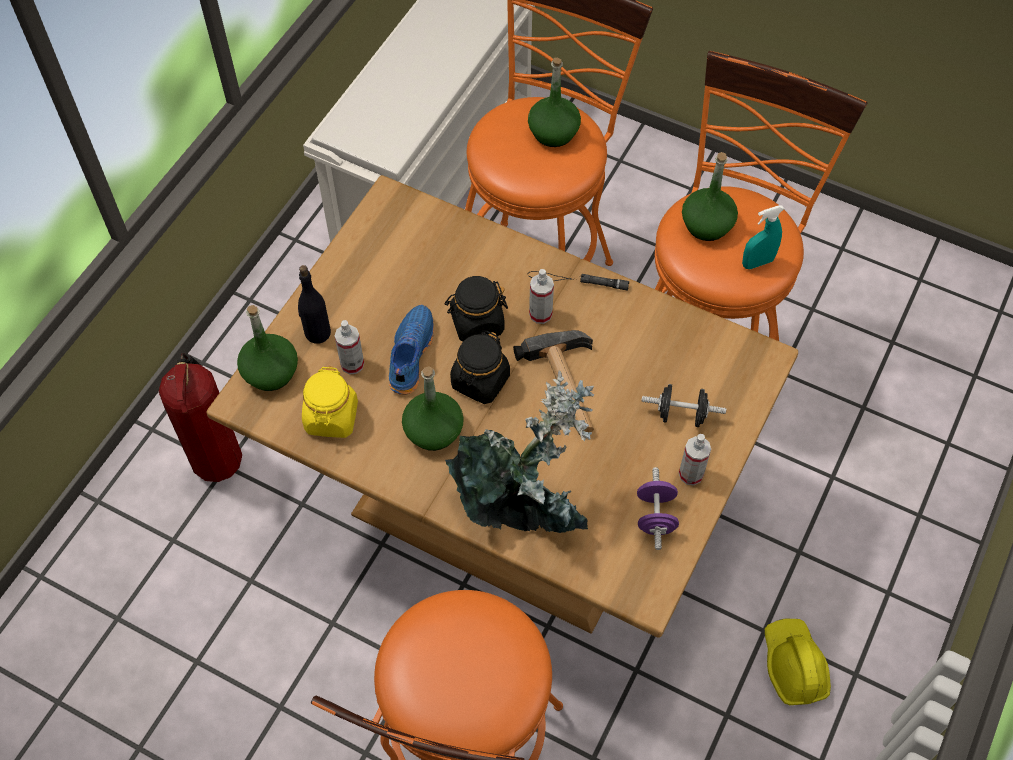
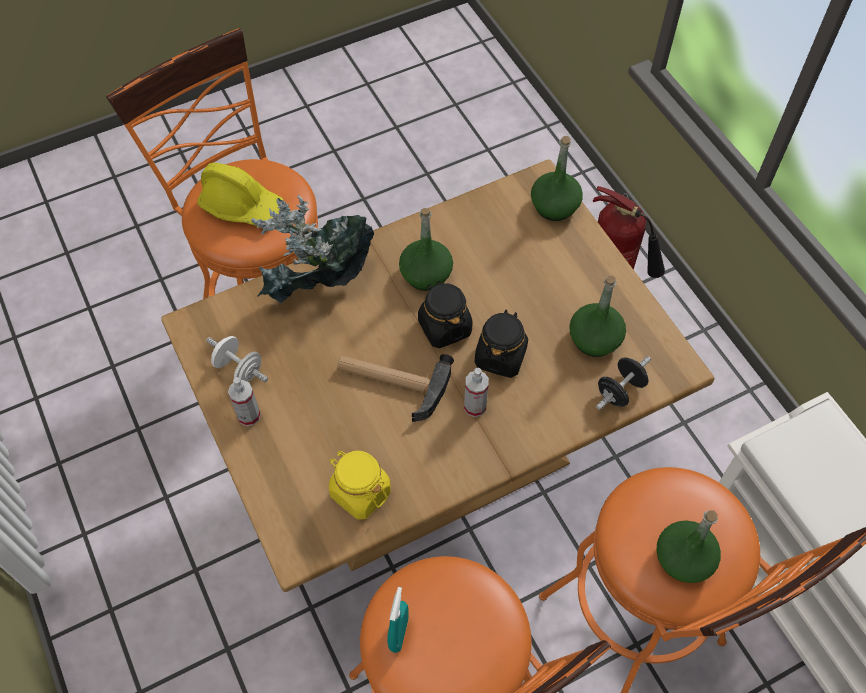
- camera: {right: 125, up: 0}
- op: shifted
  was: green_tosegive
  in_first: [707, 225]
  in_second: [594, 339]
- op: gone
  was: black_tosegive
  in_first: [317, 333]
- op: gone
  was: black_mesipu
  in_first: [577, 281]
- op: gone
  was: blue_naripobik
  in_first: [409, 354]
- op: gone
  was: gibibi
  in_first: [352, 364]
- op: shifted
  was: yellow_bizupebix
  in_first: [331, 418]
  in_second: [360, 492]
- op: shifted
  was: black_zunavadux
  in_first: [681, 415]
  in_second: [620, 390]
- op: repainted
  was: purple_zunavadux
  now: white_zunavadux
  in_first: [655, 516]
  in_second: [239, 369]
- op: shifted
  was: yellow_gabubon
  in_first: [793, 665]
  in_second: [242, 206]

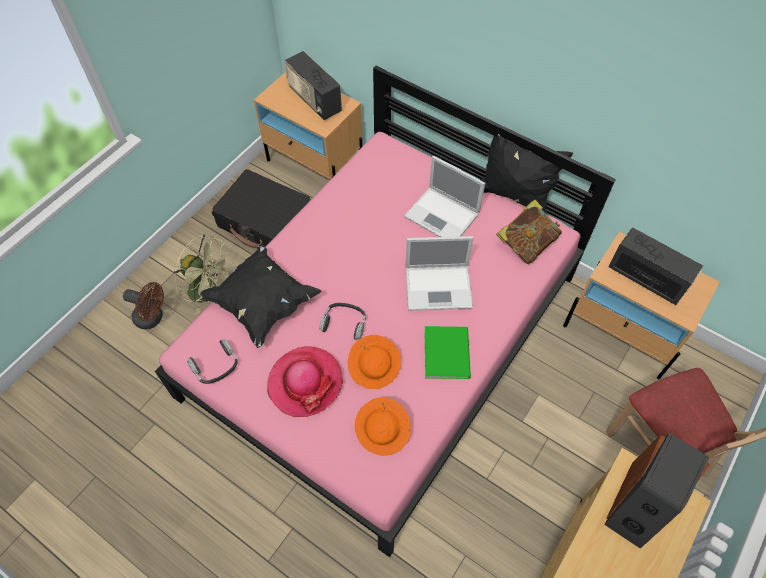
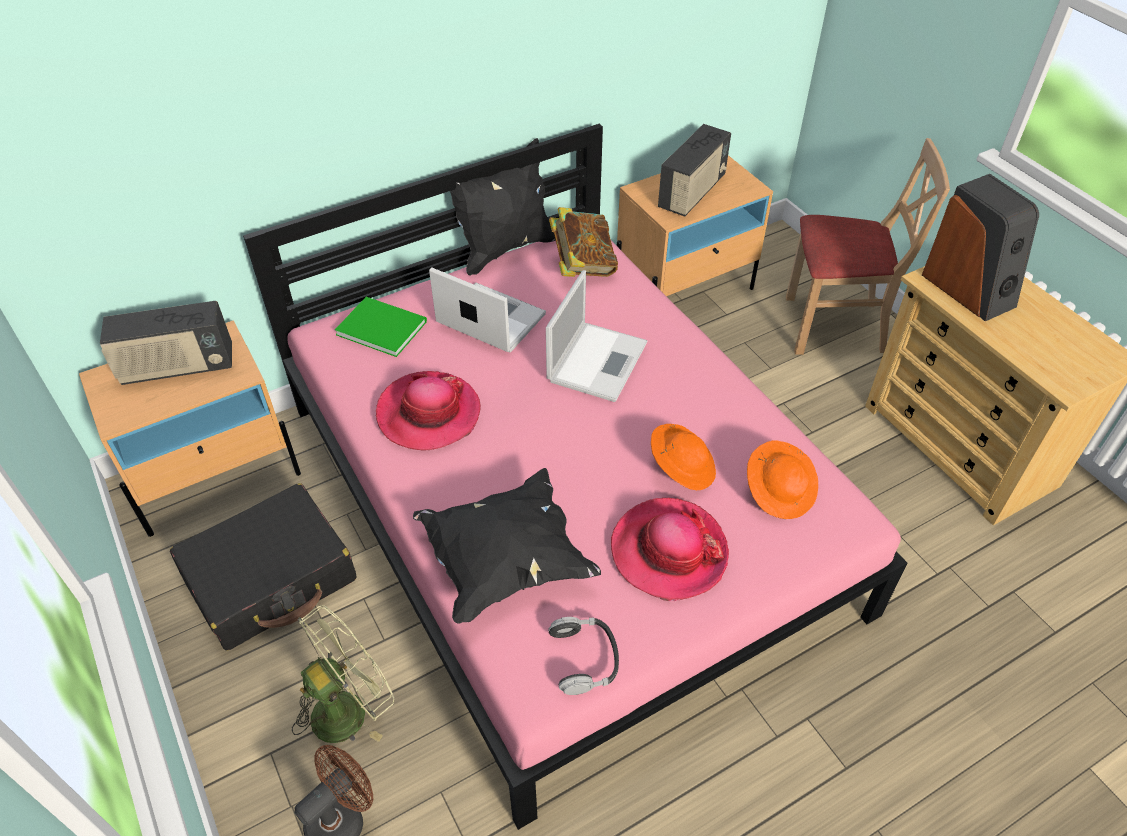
- camera: {right: -65, up: -10}
- op: rotated
  was: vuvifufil
  in_first: [443, 216]
  in_second: [489, 318]
  clockwise: -120
- op: rotated
  was: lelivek
  in_first: [647, 278]
  in_second: [692, 193]
  clockwise: 150
- op: gone
  was: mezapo
  in_first: [344, 323]
- op: shifted
  was: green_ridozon
  in_first: [448, 351]
  in_second: [380, 326]
- op: new
  now: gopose
  in_second: [428, 413]

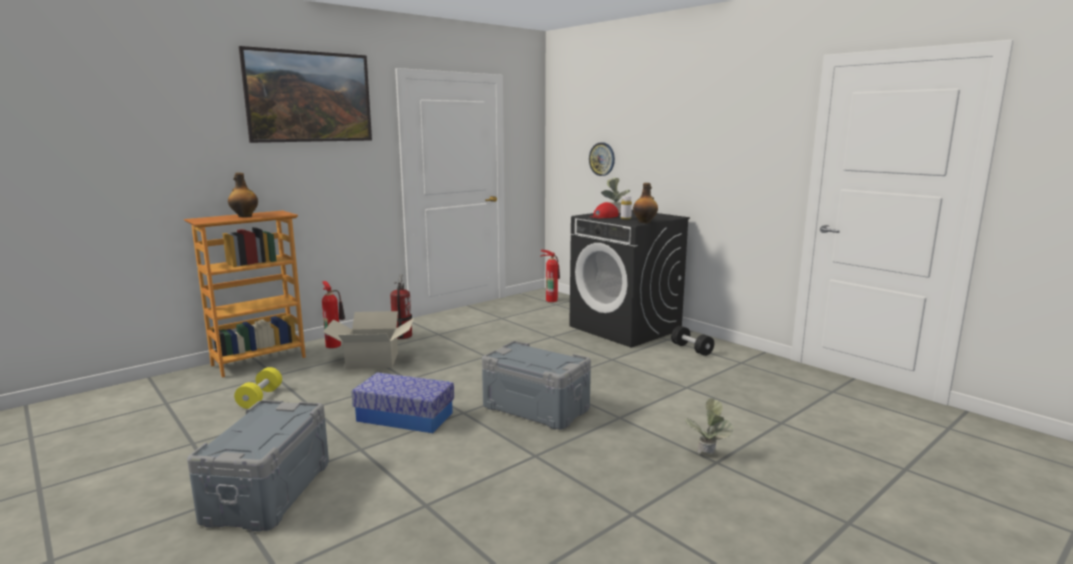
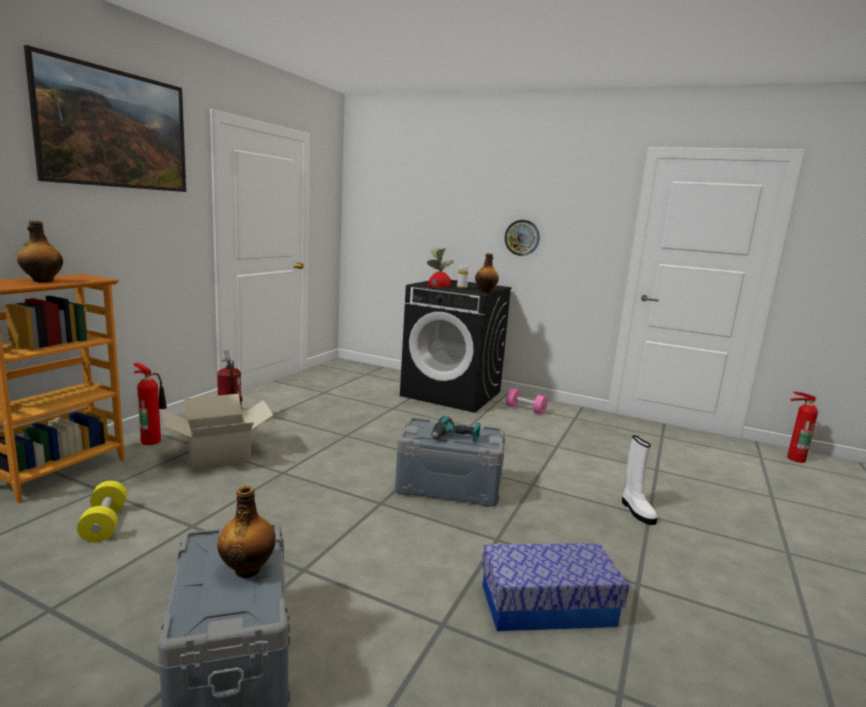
- camera: {right: -25, up: 0}
- op: shifted
  was: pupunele
  in_first: [602, 159]
  in_second: [522, 237]
- op: shifted
  was: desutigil
  in_first: [551, 300]
  in_second: [793, 458]
- op: repainted
  was: black_zunavadux
  now: pink_zunavadux
  in_first: [691, 349]
  in_second: [525, 409]
- op: shifted
  was: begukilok
  in_first: [404, 417]
  in_second: [547, 605]
- op: swapped
  was: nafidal
  now: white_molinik
  in_first: [707, 456]
  in_second: [636, 511]
- op: new
  now: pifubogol
  in_second: [455, 438]
- op: new
  now: tosegive
  in_second: [248, 569]

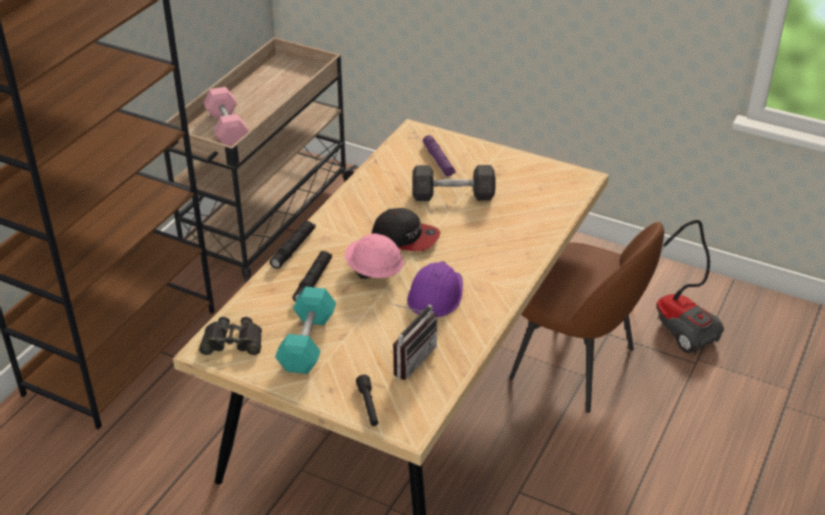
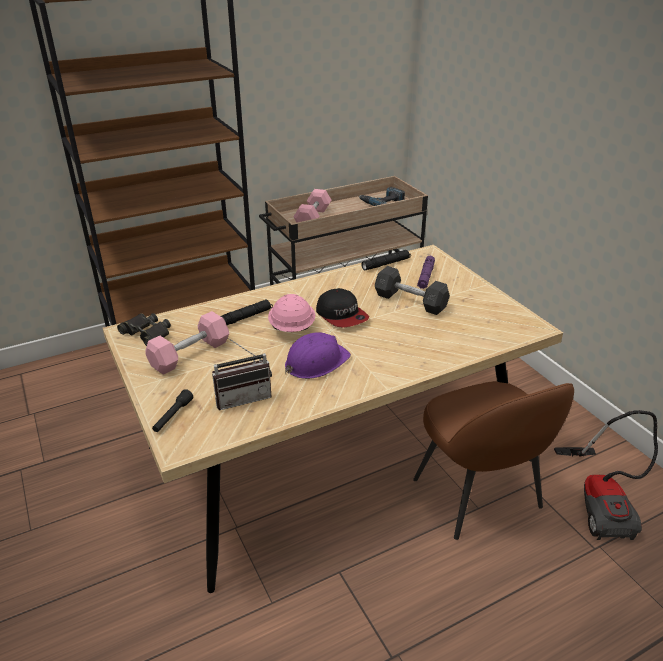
- camera: {right: 35, up: -5}
- op: shifted
  was: black_mesipu
  in_first: [293, 248]
  in_second: [386, 264]
- op: repainted
  was: turquoise_zunavadux
  now: pink_zunavadux
  in_first: [307, 342]
  in_second: [190, 354]
- op: new
  now: pifubogol
  in_second: [382, 201]

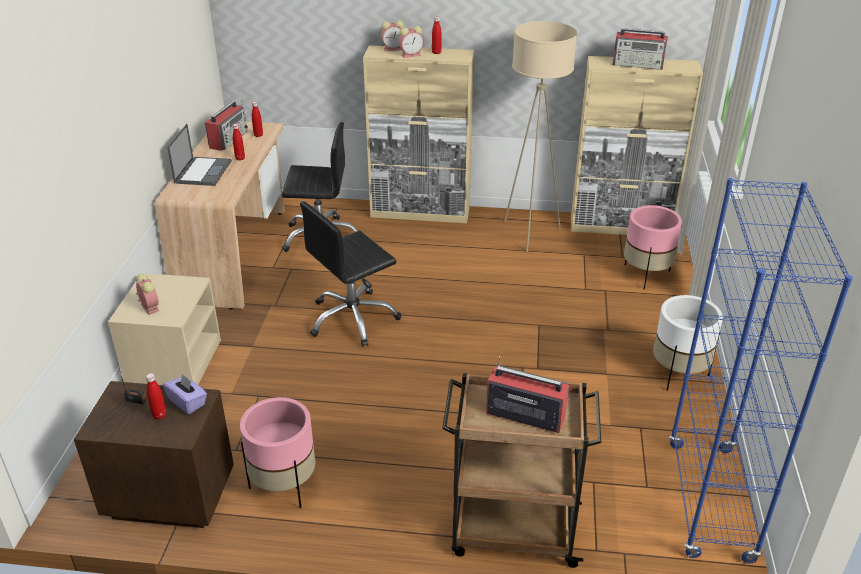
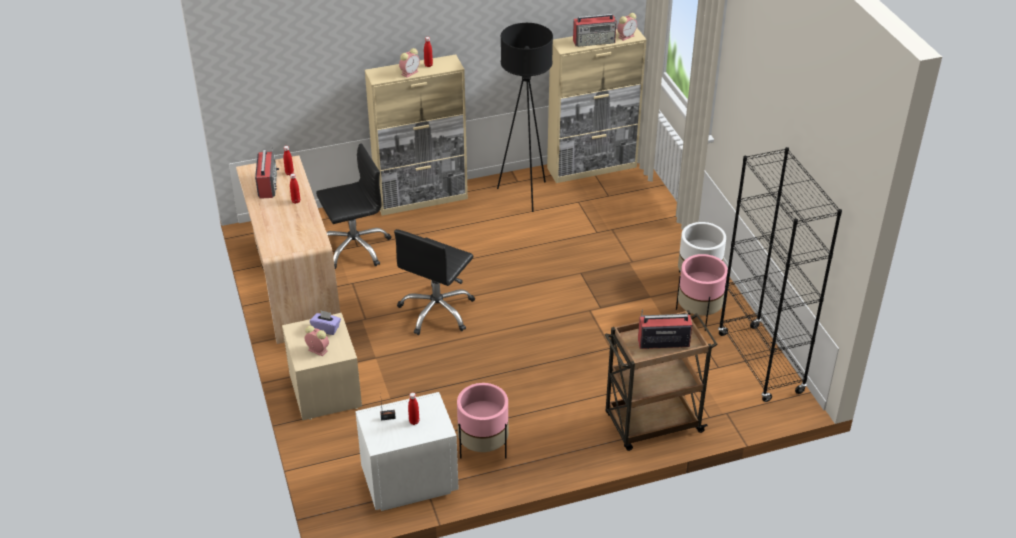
- camera: {right: -25, up: 5}
- op: shifted
  was: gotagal
  in_first: [393, 49]
  in_second: [626, 36]
- op: repainted
  was: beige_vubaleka
  now: black_vubaleka
  in_first: [530, 233]
  in_second: [525, 194]
- op: gone
  was: vuvifufil
  in_first: [203, 171]
- op: repainted
  was: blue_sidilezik
  now: black_sidilezik
  in_first: [709, 501]
  in_second: [760, 363]
- op: shifted
  was: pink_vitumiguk
  in_first: [646, 275]
  in_second: [698, 315]
- op: shifted
  was: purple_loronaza
  in_first: [188, 402]
  in_second: [326, 328]
- op: repainted
  was: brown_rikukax
  now: white_rikukax
  in_first: [169, 495]
  in_second: [408, 482]

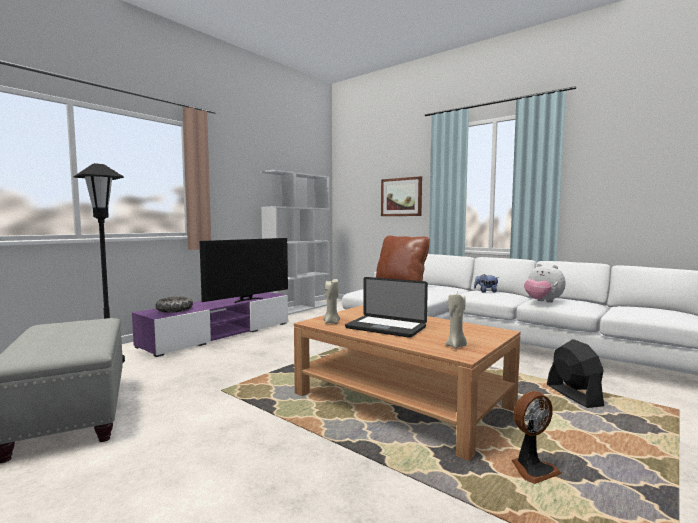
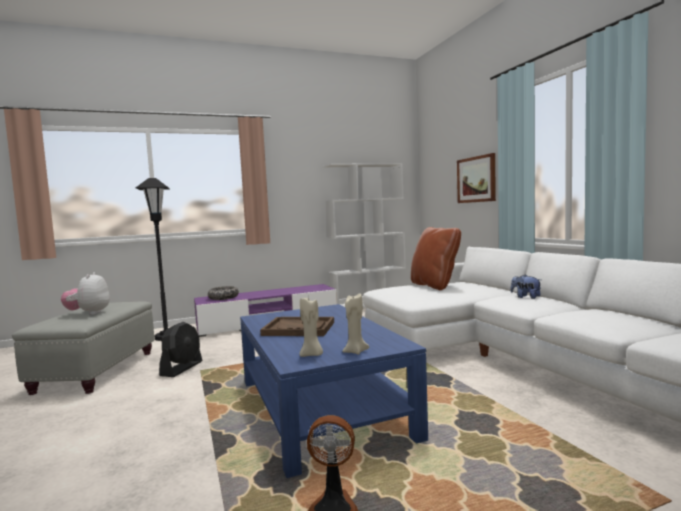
- camera: {right: 30, up: 0}
- op: gone
  was: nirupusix
  in_first: [247, 300]
- op: shifted
  was: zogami
  in_first: [542, 302]
  in_second: [89, 313]
- op: swapped
  was: vuvifufil
  now: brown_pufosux
  in_first: [385, 328]
  in_second: [299, 328]
- op: shifted
  was: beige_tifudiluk
  in_first: [331, 322]
  in_second: [355, 351]
- op: repainted
  was: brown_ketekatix
  now: blue_ketekatix
  in_first: [402, 401]
  in_second: [322, 408]
- op: shifted
  was: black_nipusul
  in_first: [573, 395]
  in_second: [182, 368]

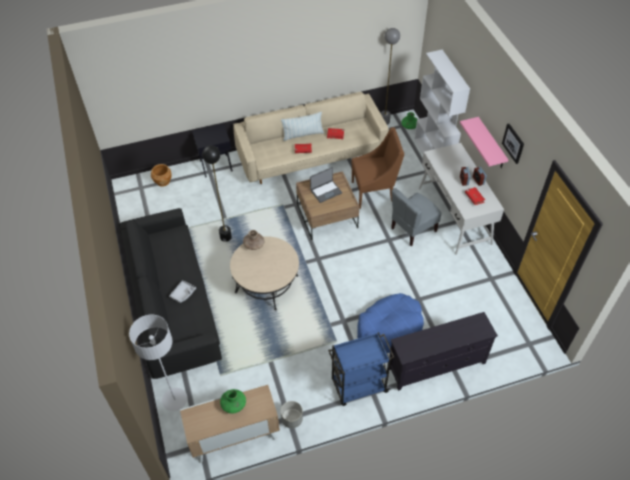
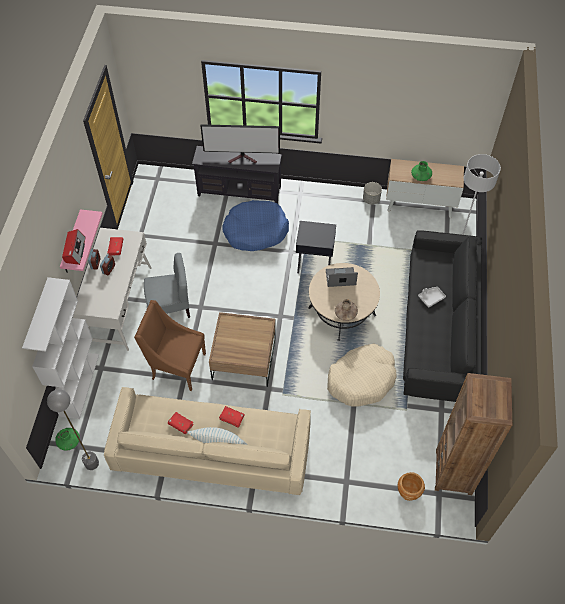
- camera: {right: -155, up: 5}
- op: shifted
  was: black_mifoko
  in_first: [216, 165]
  in_second: [314, 263]
- op: gone
  was: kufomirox
  in_first: [513, 143]
- op: swapped
  was: black_vubaleka
  now: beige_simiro
  in_first: [225, 237]
  in_second: [361, 379]
- op: shifted
  was: vuvifufil
  in_first: [326, 191]
  in_second: [340, 278]
- op: gone
  was: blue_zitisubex
  in_first: [358, 386]
- op: new
  now: nirupusix
  in_second: [243, 158]
- op: new
  now: lelivek
  in_second: [75, 250]
- op: new
  now: brown_sidilezik
  in_second: [453, 472]

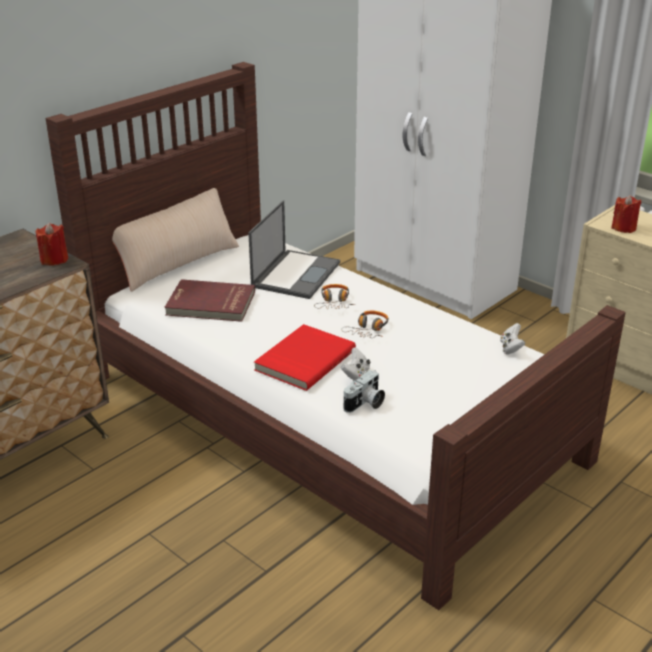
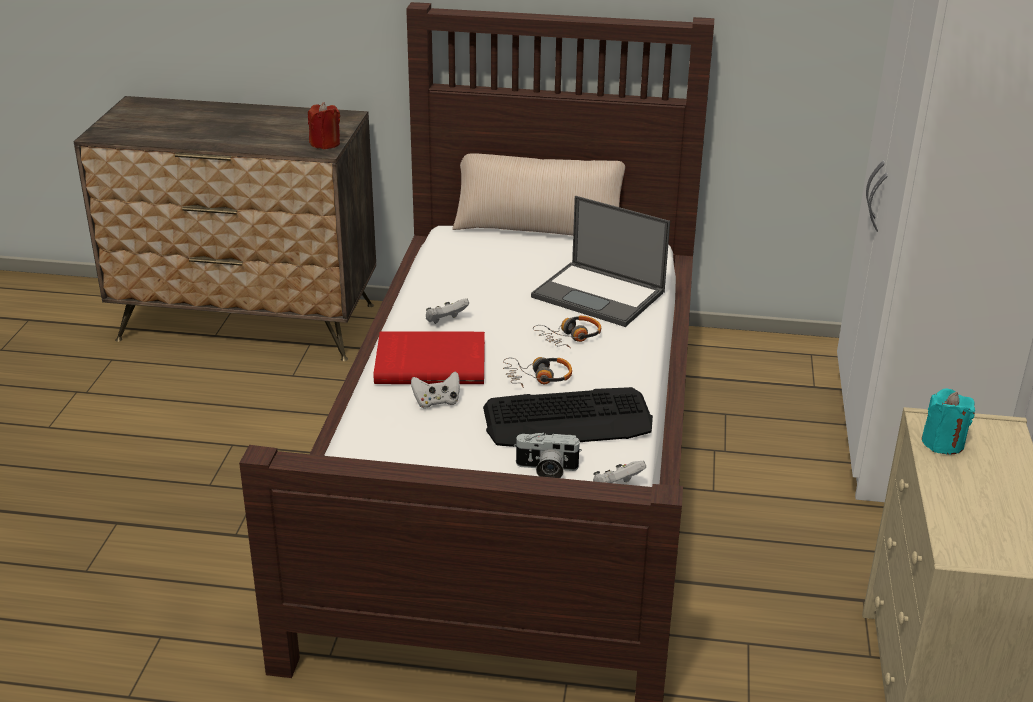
- camera: {right: 55, up: 0}
- op: repainted
  was: red_tifudiluk
  now: turquoise_tifudiluk
  in_first: [623, 228]
  in_second: [943, 443]
- op: rotated
  was: vuvifufil
  in_first: [296, 274]
  in_second: [600, 295]
  clockwise: 45
- op: gone
  was: red_ridozon
  in_first: [210, 304]
- op: shifted
  was: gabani
  in_first: [365, 404]
  in_second: [546, 470]
- op: new
  now: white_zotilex
  in_second: [445, 321]
- op: new
  now: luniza
  in_second: [568, 420]

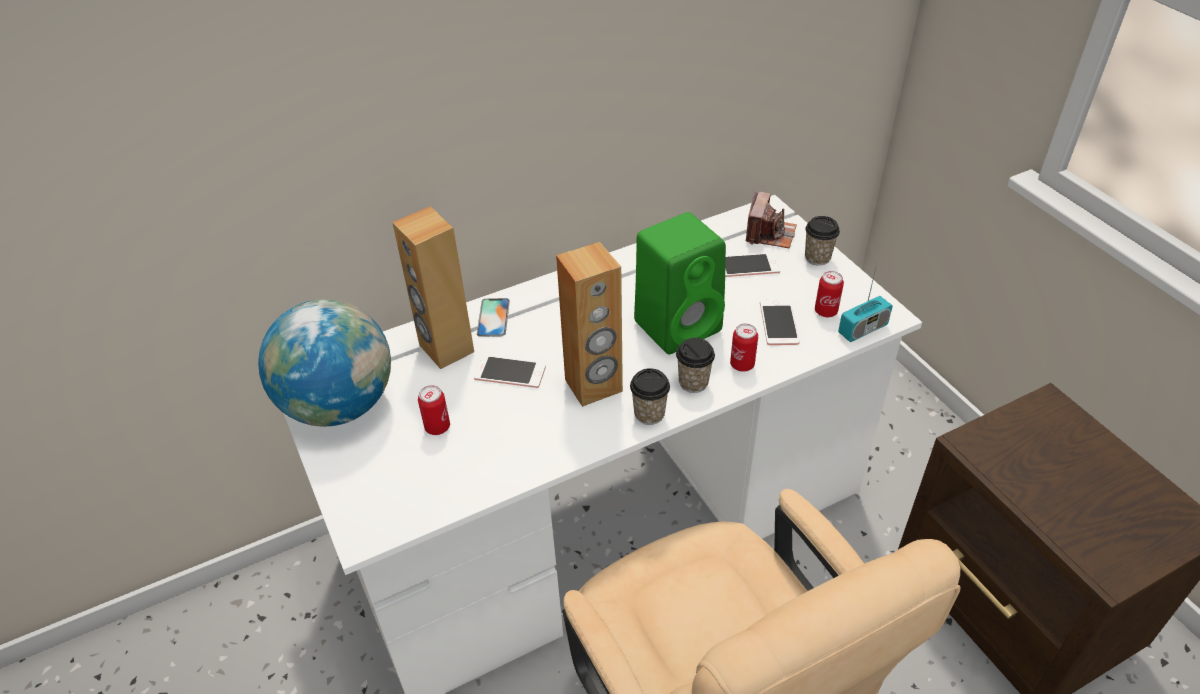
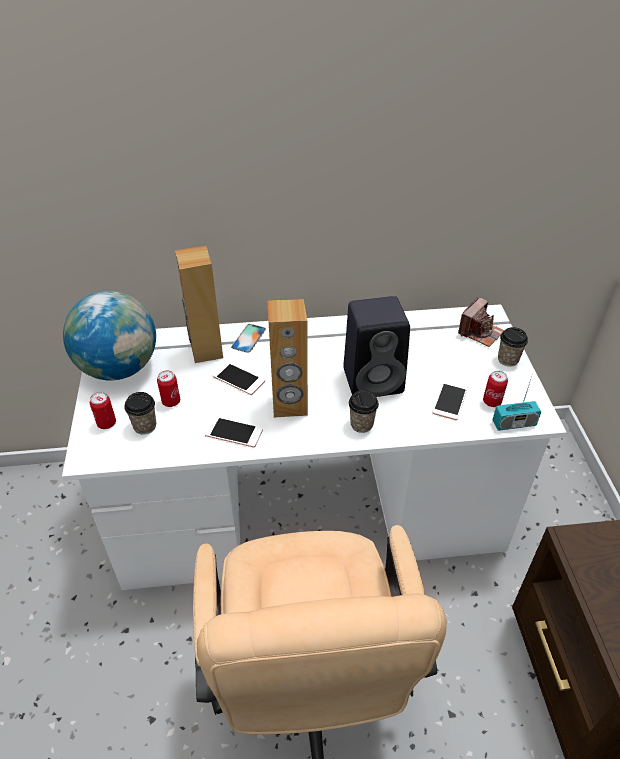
- camera: {right: 20, up: 0}
- op: repainted
  was: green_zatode
  now: black_zatode
  in_first: [679, 325]
  in_second: [375, 380]
- op: shifted
  was: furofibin
  in_first: [747, 266]
  in_second: [234, 432]
- op: shifted
  was: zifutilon
  in_first: [742, 364]
  in_second: [106, 423]
- op: shifted
  was: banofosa
  in_first: [649, 414]
  in_second: [145, 426]

